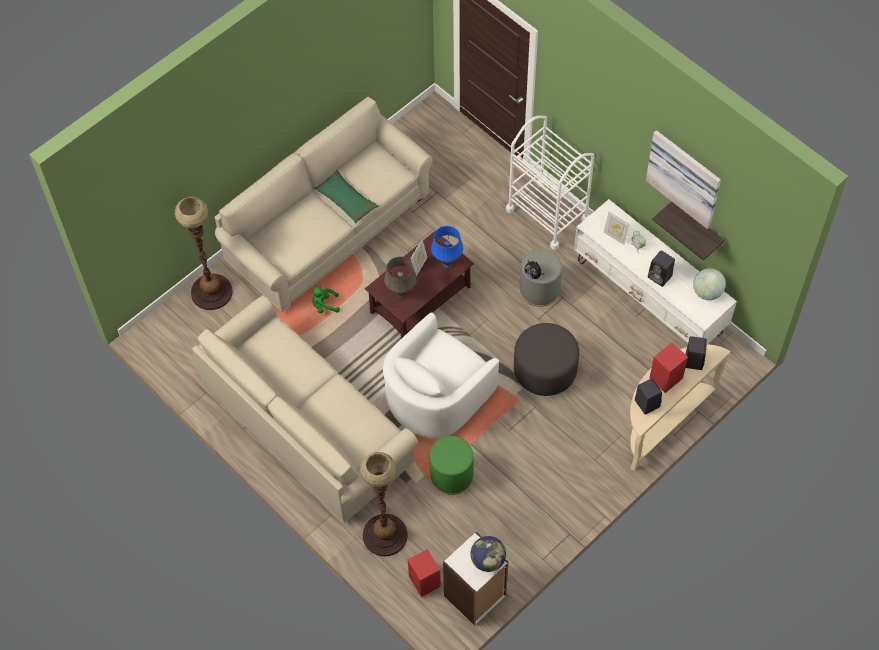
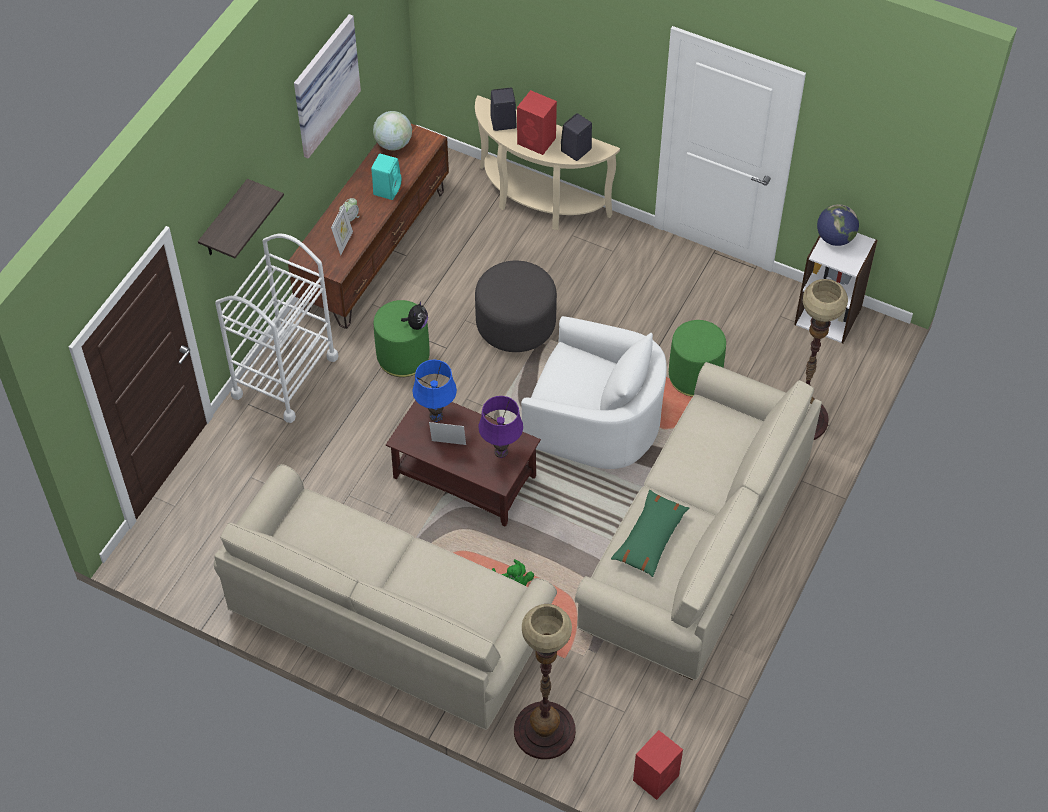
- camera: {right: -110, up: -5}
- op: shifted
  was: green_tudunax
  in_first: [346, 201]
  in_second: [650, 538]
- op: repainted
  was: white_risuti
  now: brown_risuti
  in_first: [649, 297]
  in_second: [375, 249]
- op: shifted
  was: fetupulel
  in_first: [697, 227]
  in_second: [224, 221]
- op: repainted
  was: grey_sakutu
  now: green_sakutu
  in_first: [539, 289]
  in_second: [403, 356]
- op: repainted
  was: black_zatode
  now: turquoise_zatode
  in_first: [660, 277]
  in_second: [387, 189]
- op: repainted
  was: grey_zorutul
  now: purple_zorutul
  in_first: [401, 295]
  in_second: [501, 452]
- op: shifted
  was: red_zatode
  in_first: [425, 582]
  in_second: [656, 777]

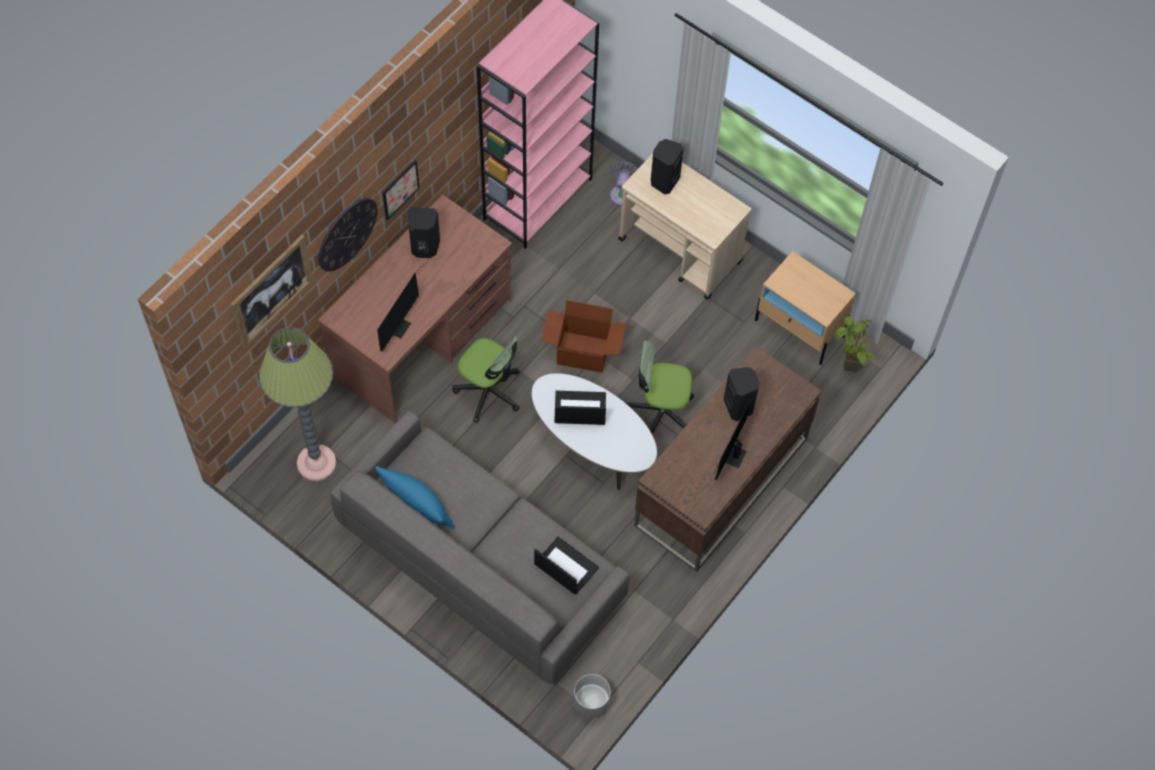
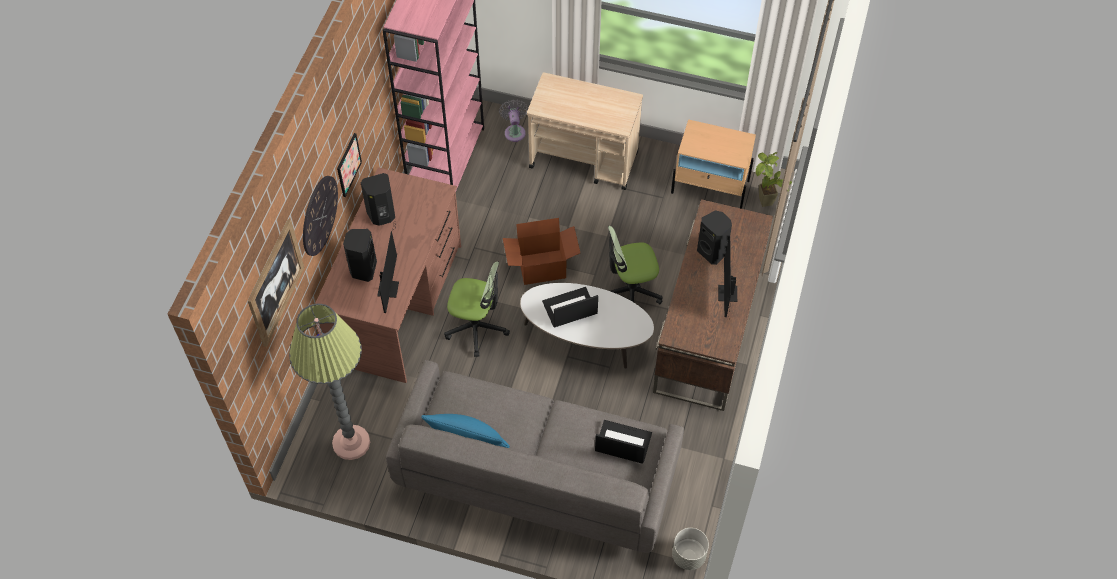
- camera: {right: -20, up: -5}
- op: shifted
  was: black_zatode
  in_first: [664, 181]
  in_second: [363, 269]

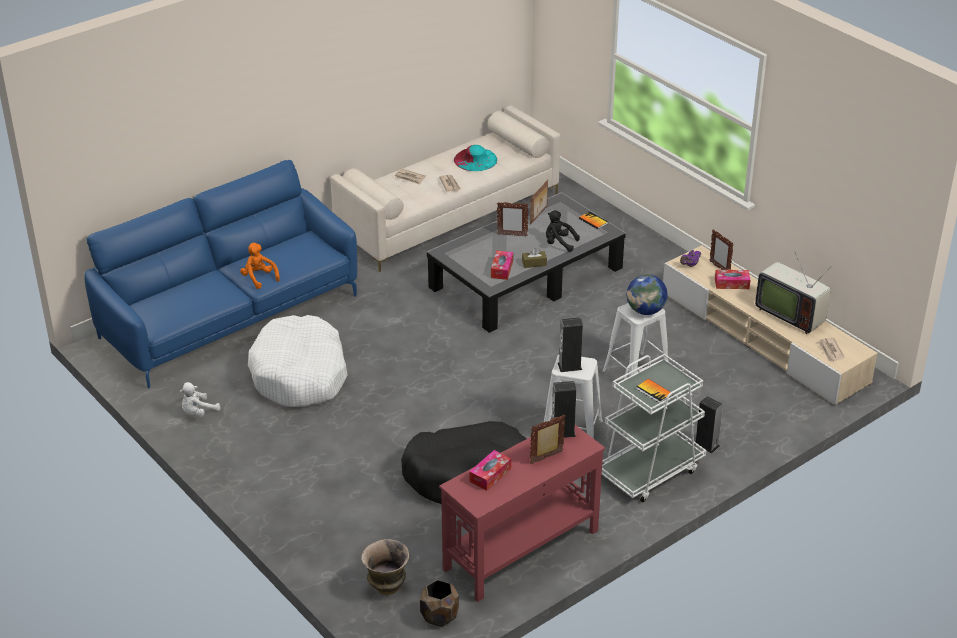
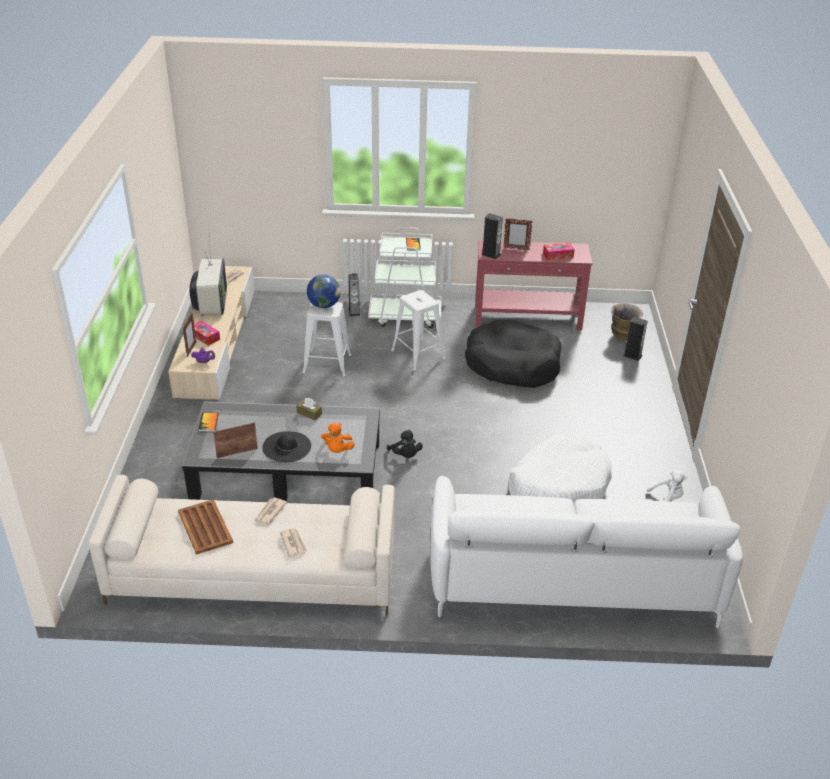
- camera: {right: -140, up: 0}
- op: swapped
  was: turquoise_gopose
  now: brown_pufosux
  in_first: [475, 160]
  in_second: [205, 528]
- op: repainted
  was: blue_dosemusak
  now: white_dosemusak
  in_first: [230, 316]
  in_second: [572, 579]
- op: swapped
  was: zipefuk
  now: black_gopose
  in_first: [512, 235]
  in_second: [286, 447]
- op: shifted
  was: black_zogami
  in_first: [559, 243]
  in_second: [405, 455]
- op: shifted
  was: orange_zogami
  in_first: [259, 278]
  in_second: [337, 450]
- op: gone
  was: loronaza
  in_first: [502, 269]
- op: shifted
  was: zatode
  in_first: [569, 366]
  in_second: [632, 355]
- op: gone
  was: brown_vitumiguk
  in_first: [439, 616]

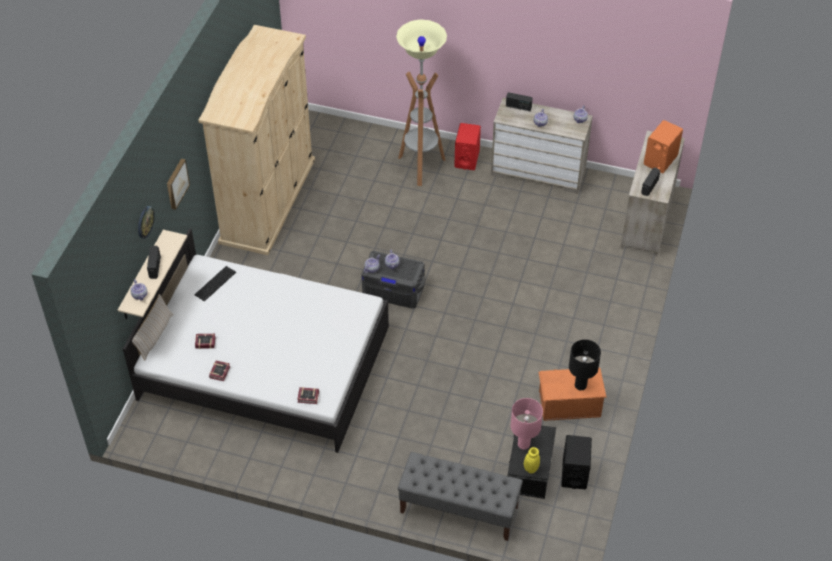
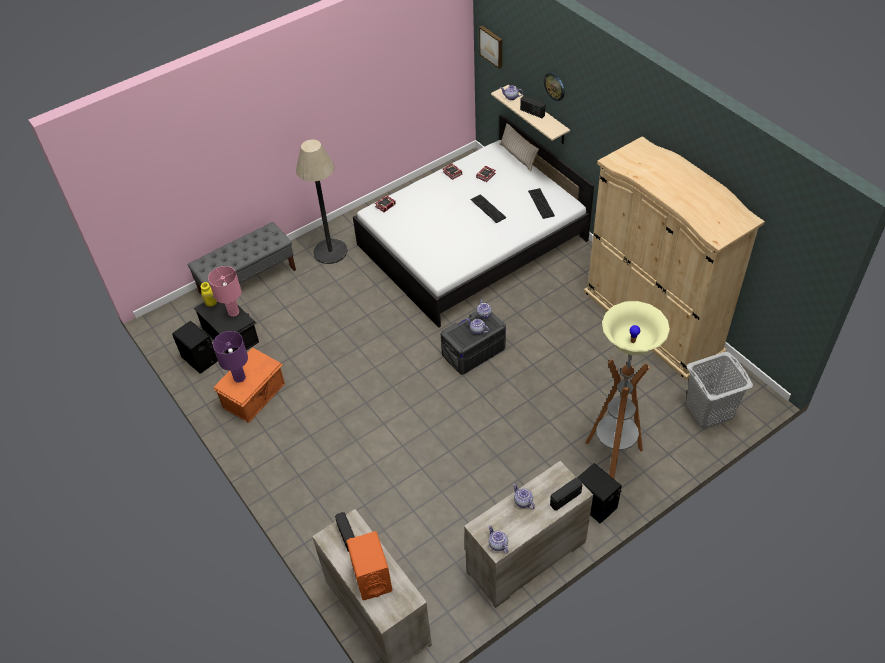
- camera: {right: 130, up: 0}
- op: repainted
  was: red_zatode
  now: black_zatode
  in_first: [467, 159]
  in_second: [595, 505]
- op: shifted
  was: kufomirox
  in_first: [176, 183]
  in_second: [492, 46]
- op: repainted
  was: black_zorutul
  now: purple_zorutul
  in_first: [580, 385]
  in_second: [239, 377]
- op: new
  now: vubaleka
  in_second: [330, 251]
- op: new
  now: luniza
  in_second: [488, 208]
- op: new
  now: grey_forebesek
  in_second: [709, 411]

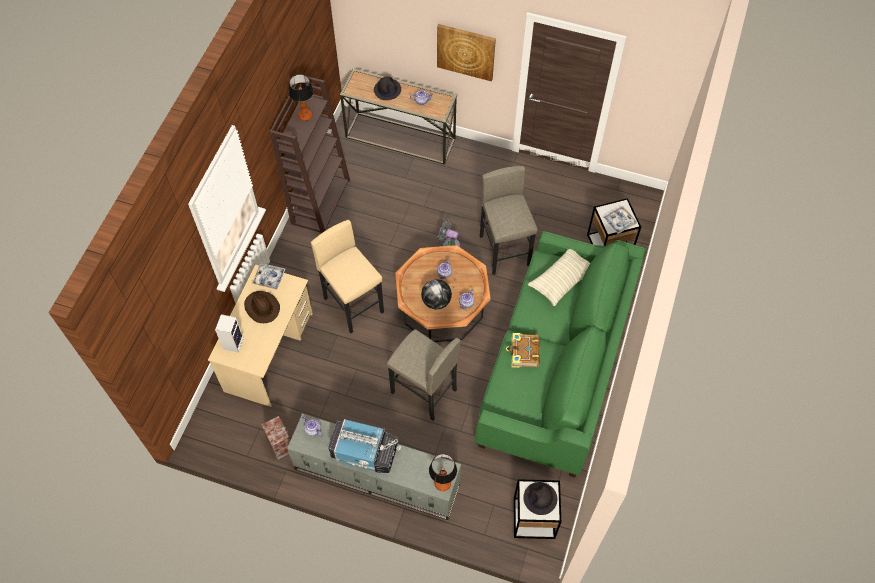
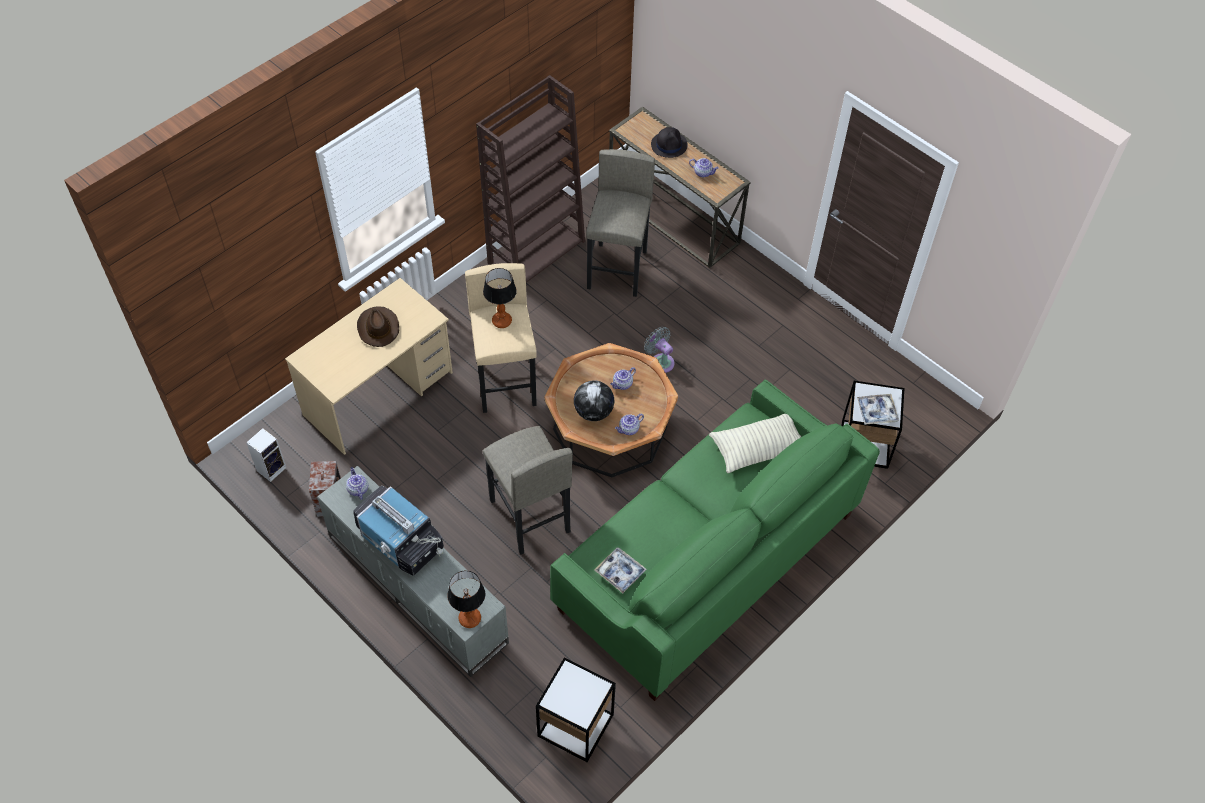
- camera: {right: 25, up: -5}
- op: gone
  was: kufomirox
  in_first: [466, 51]
- op: shifted
  was: zorutul
  in_first: [305, 116]
  in_second: [501, 321]
- op: shifted
  was: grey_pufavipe
  in_first: [504, 250]
  in_second: [618, 270]
- op: shifted
  was: pufosux
  in_first: [269, 278]
  in_second: [620, 572]
- op: shifted
  was: zatode
  in_first: [233, 342]
  in_second: [272, 468]
- op: gone
  was: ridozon
  in_first: [524, 353]
- op: gone
  was: black_gopose
  in_first: [540, 499]

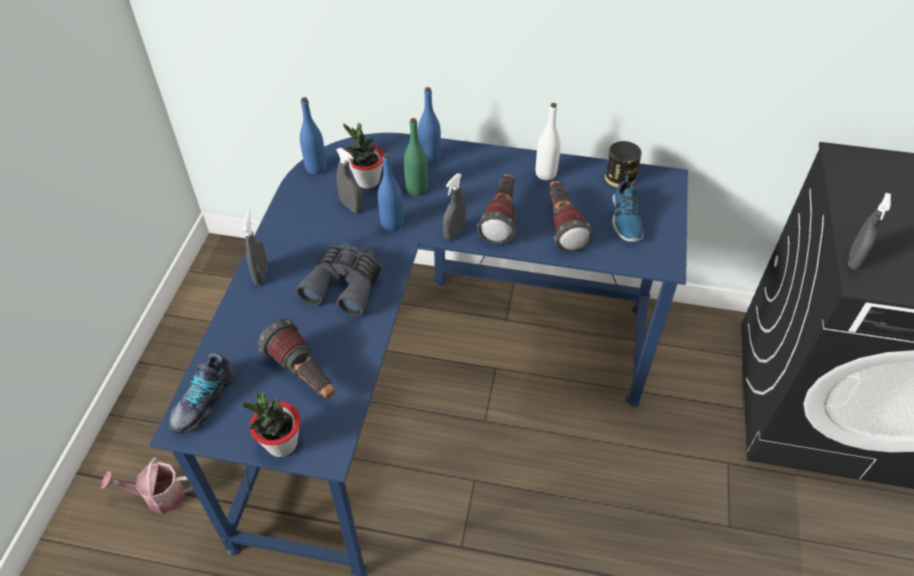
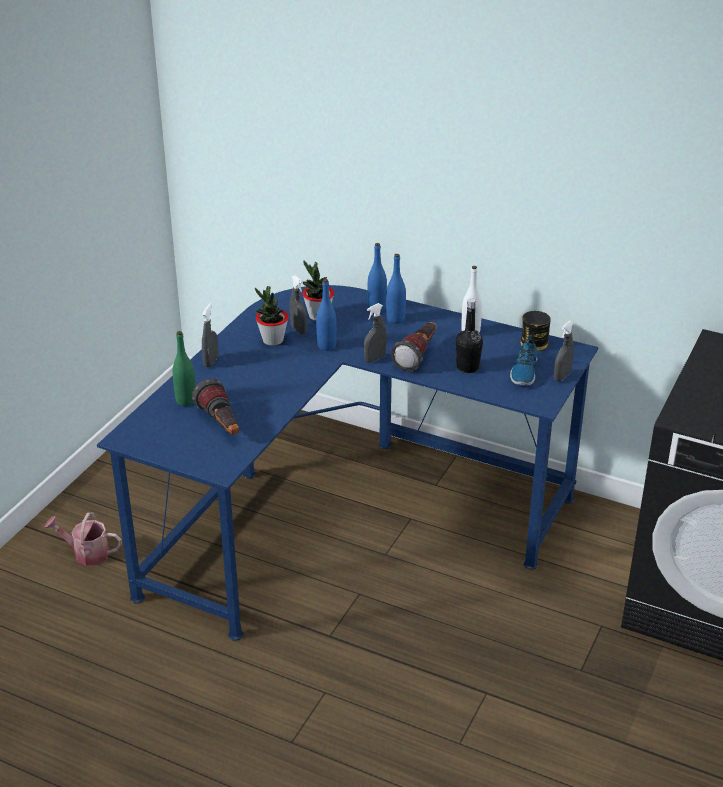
- camera: {right: 15, up: -15}
- op: shifted
  was: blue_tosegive
  in_first: [316, 168]
  in_second: [395, 319]
- op: shifted
  was: green_tosegive
  in_first: [416, 189]
  in_second: [186, 401]
- op: swapped
  was: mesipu
  now: black_tosegive
  in_first: [562, 225]
  in_second: [467, 367]
- op: shifted
  was: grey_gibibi
  in_first: [854, 260]
  in_second: [562, 377]
- op: gone
  was: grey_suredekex
  in_first: [345, 285]
- op: gone
  was: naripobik
  in_first: [203, 400]
- op: shifted
  was: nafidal
  in_first: [281, 444]
  in_second: [272, 340]

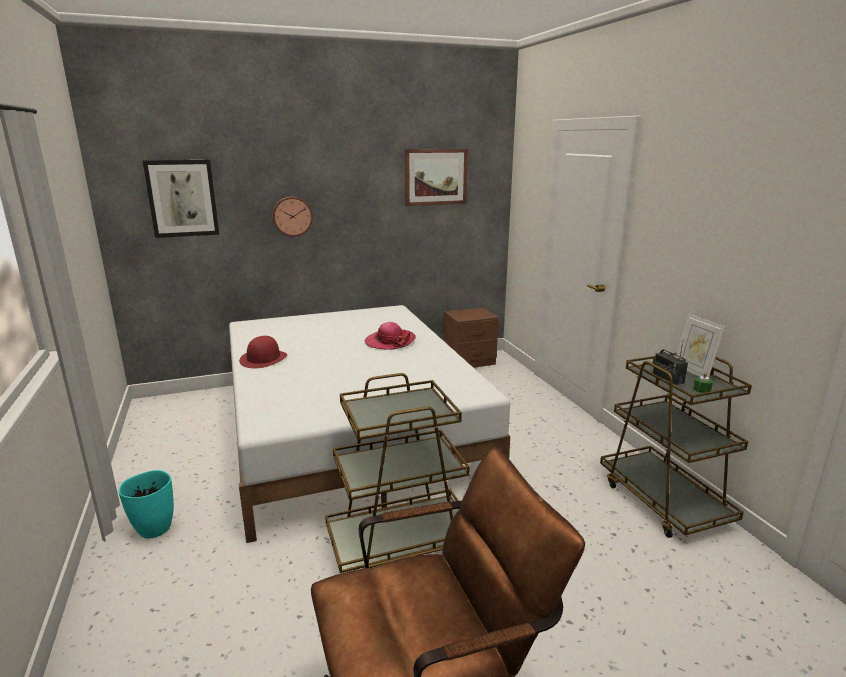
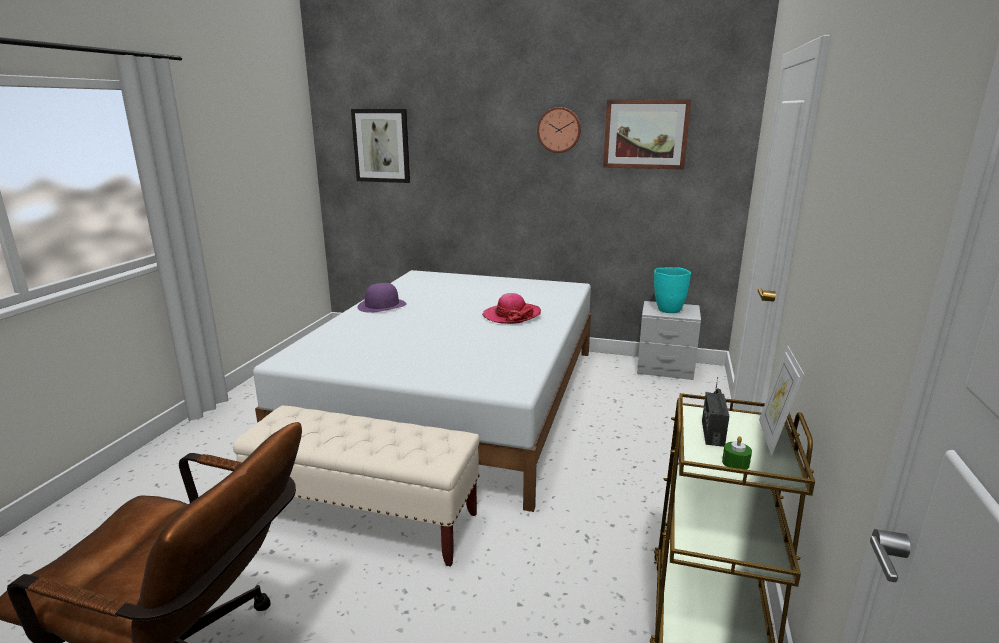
- camera: {right: 35, up: 0}
- op: shifted
  was: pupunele
  in_first: [292, 216]
  in_second: [559, 130]
- op: repainted
  was: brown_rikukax
  now: grey_rikukax
  in_first: [469, 361]
  in_second: [665, 368]
- op: repainted
  was: red_gopose
  now: purple_gopose
  in_first: [263, 358]
  in_second: [382, 305]
- op: swapped
  was: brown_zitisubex
  now: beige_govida
  in_first: [401, 543]
  in_second: [365, 519]
- op: shifted
  was: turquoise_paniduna
  in_first: [154, 529]
  in_second: [668, 310]

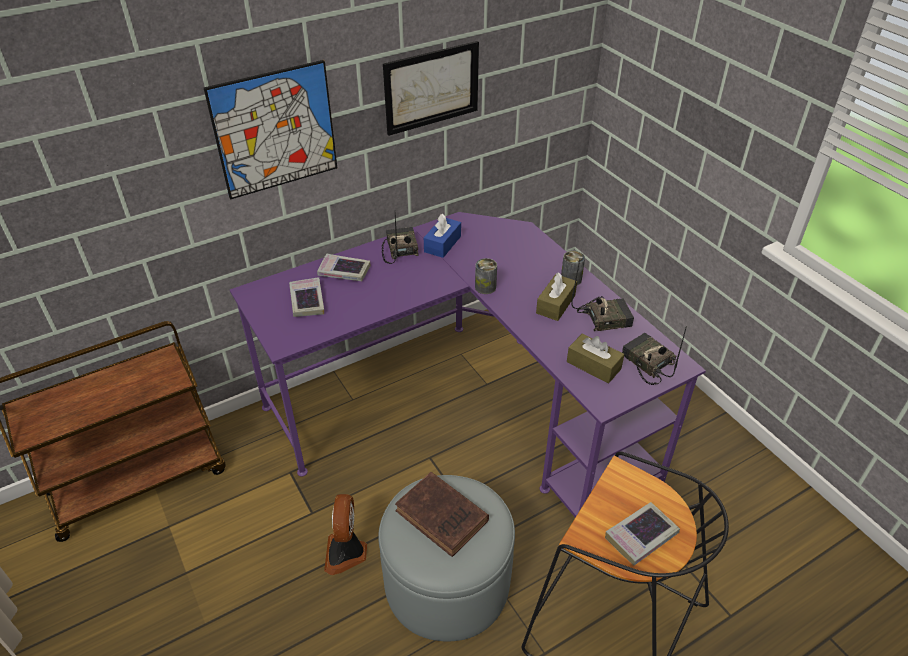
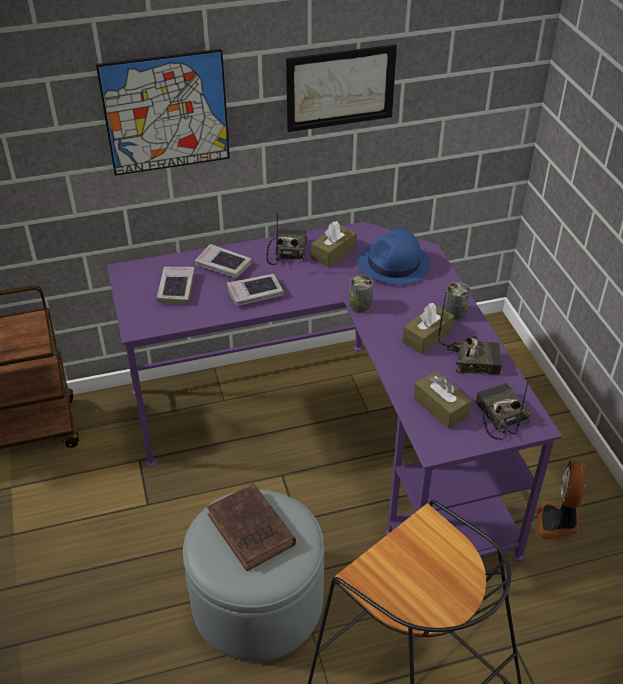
- camera: {right: 15, up: 0}
- op: repainted
  was: blue_loronaza
  now: brown_loronaza
  in_first: [442, 244]
  in_second: [333, 253]
- op: shifted
  was: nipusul
  in_first: [346, 553]
  in_second: [558, 522]
- op: shifted
  was: ridozon
  in_first: [641, 536]
  in_second: [255, 293]
- op: new
  now: blue_gopose
  in_second: [393, 264]

